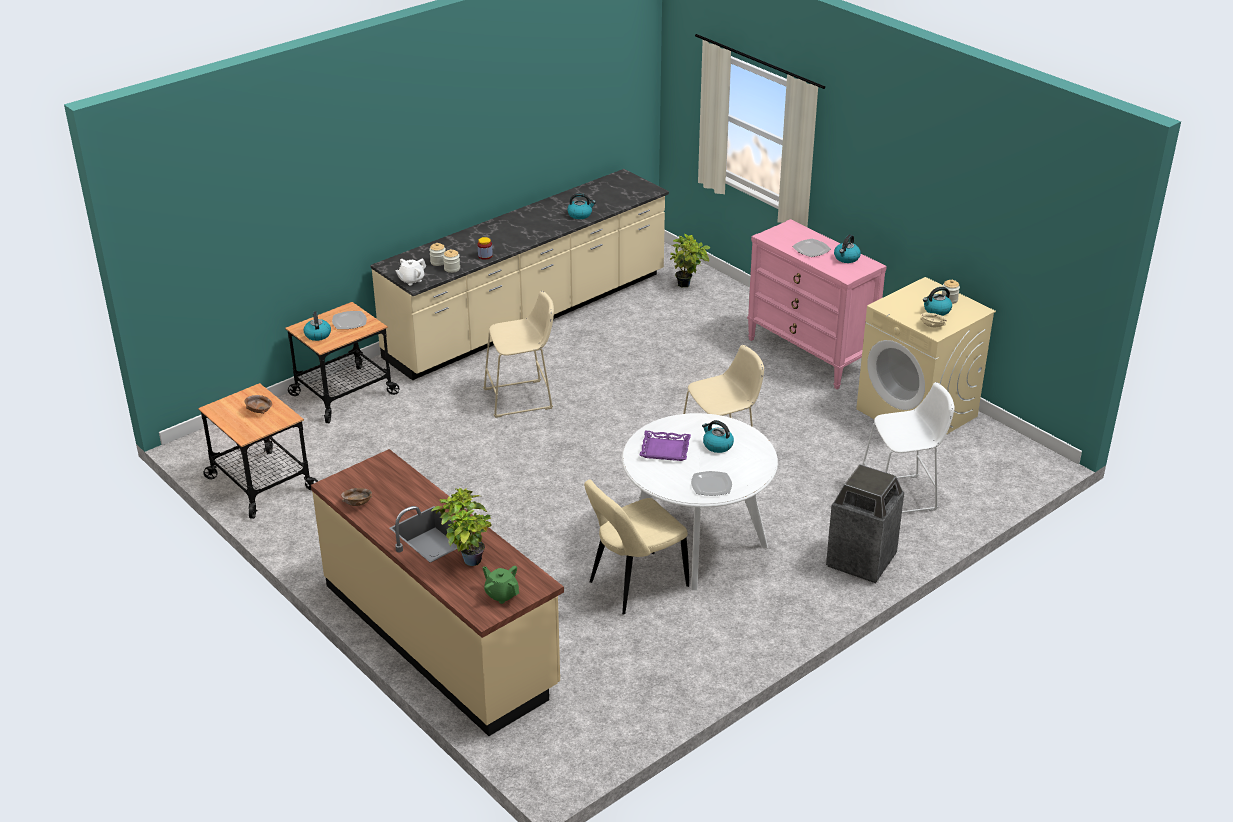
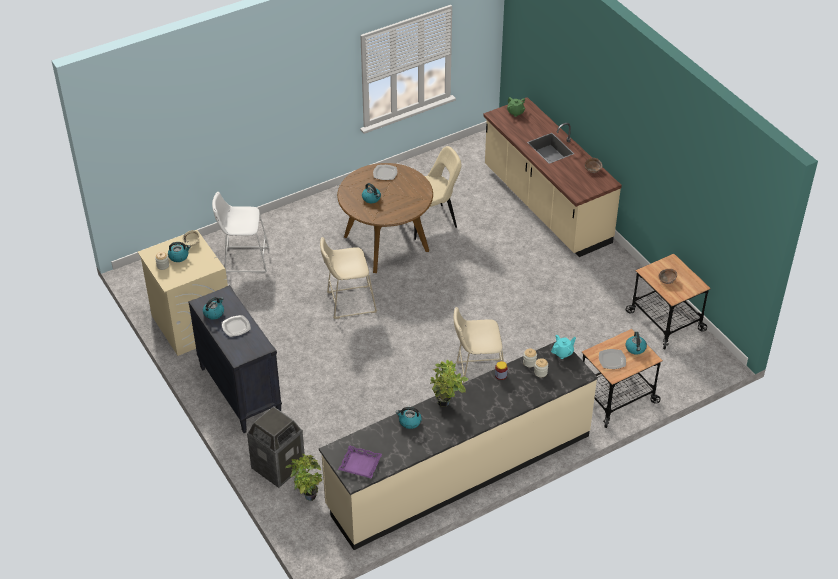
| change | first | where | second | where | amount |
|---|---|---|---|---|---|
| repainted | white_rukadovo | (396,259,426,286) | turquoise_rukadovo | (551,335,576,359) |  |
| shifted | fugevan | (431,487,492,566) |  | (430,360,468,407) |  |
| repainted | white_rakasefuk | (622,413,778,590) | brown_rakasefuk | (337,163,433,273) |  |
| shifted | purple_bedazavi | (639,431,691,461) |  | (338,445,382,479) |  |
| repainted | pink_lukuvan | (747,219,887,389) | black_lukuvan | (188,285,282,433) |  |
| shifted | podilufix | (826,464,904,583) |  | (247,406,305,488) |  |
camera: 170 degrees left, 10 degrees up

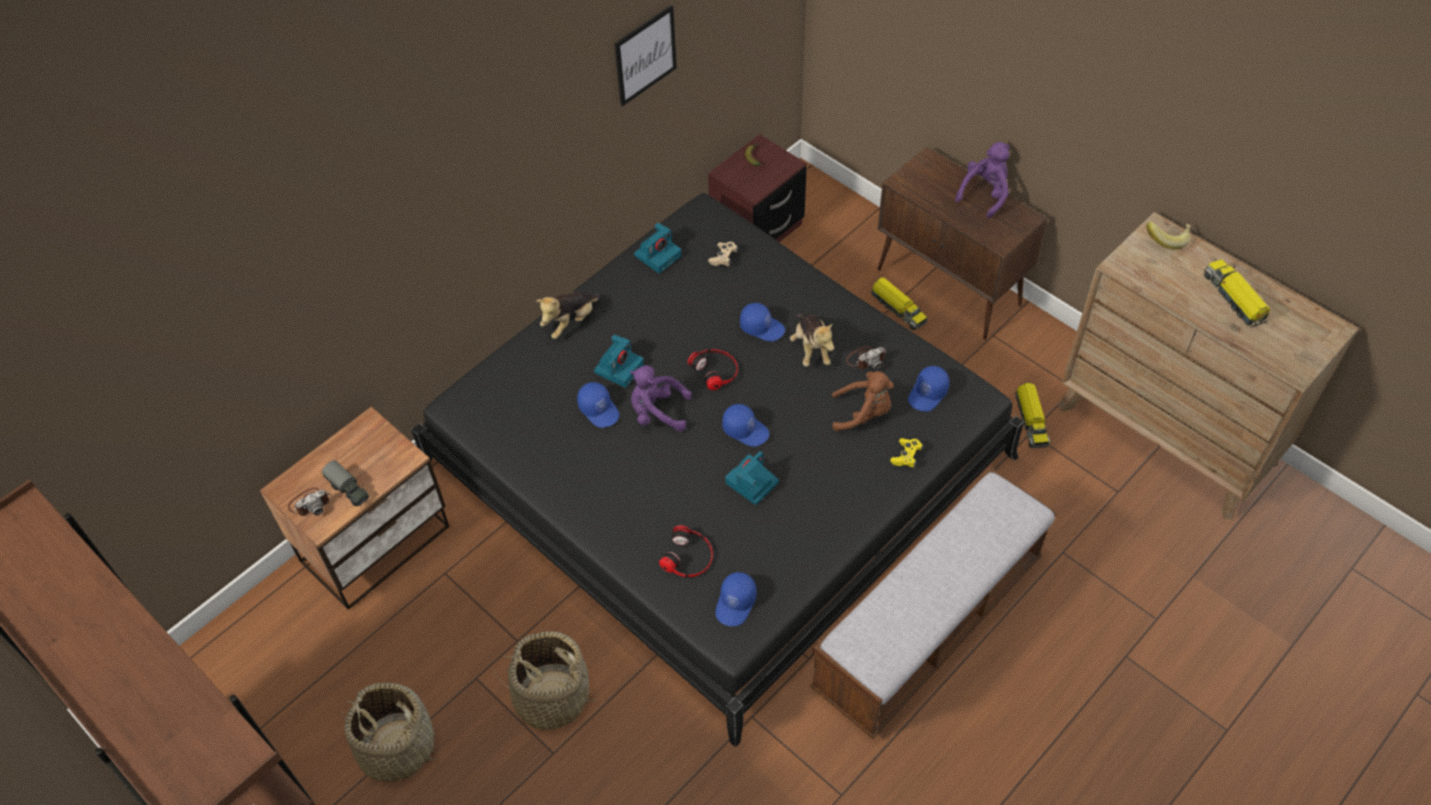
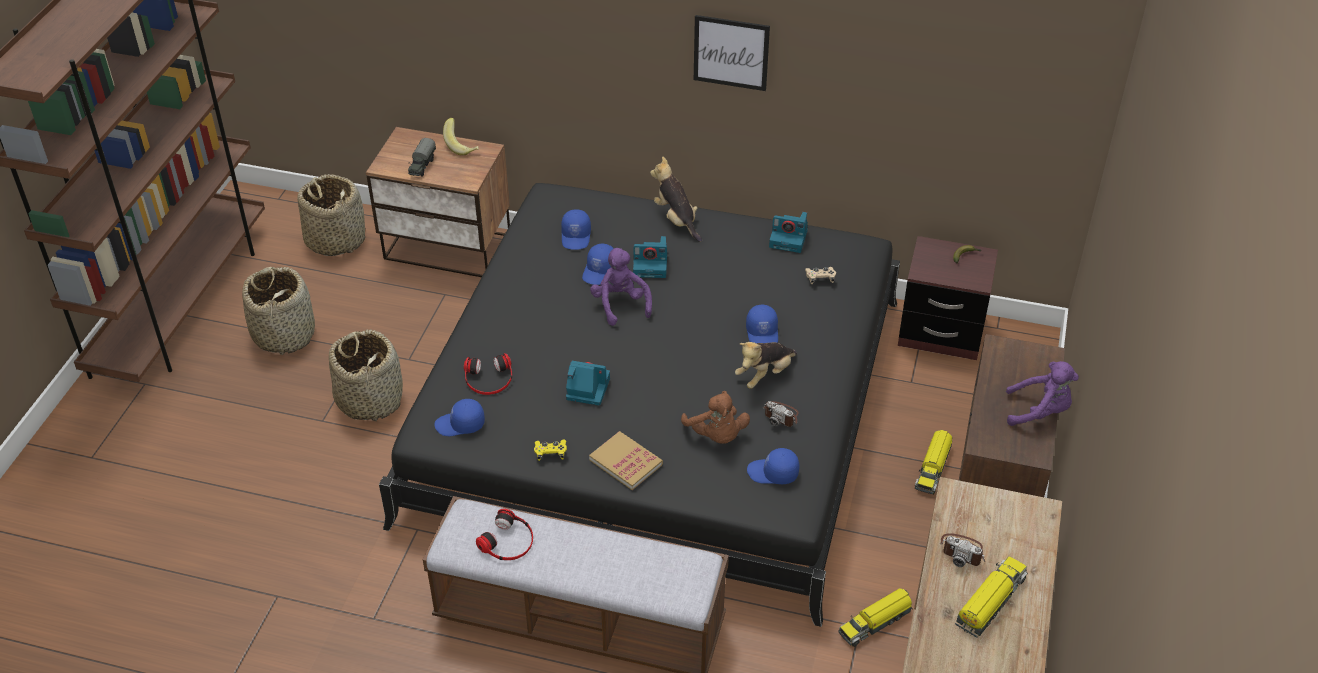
| change | first | where | second | where | amount |
|---|---|---|---|---|---|
| shifted | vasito | (288,488,331,516) |  | (940,533,985,567) |  |
| rotated | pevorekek | (536,292,600,339) |  | (650,156,702,242) | 45 degrees clockwise |
| shifted | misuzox | (614,5,677,106) |  | (694,15,770,91) |  |
| shifted | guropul | (688,349,738,390) |  | (476,509,533,560) |  |
| shifted | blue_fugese | (722,404,769,447) |  | (561,209,591,250) |  |
| shifted | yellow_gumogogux | (890,438,923,468) |  | (534,440,567,461) |  |
| shifted | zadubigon | (1146,222,1191,250) |  | (443,118,479,156) |  |
| new |  |  | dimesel | (297,174,365,256) |  |
| new |  |  | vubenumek | (589,431,663,490) |  |
camera: 60 degrees right, 10 degrees down

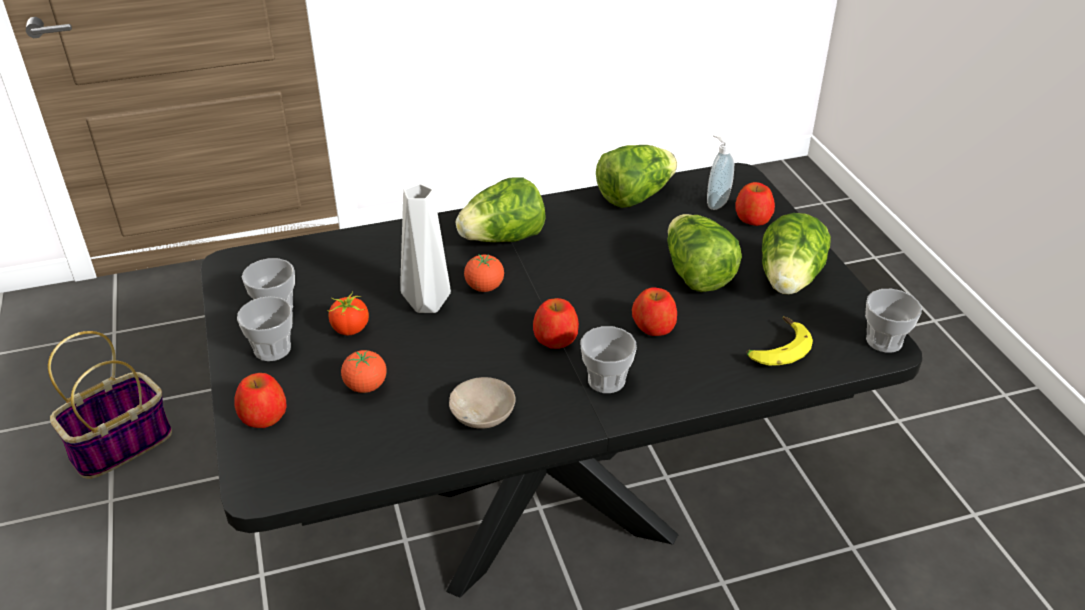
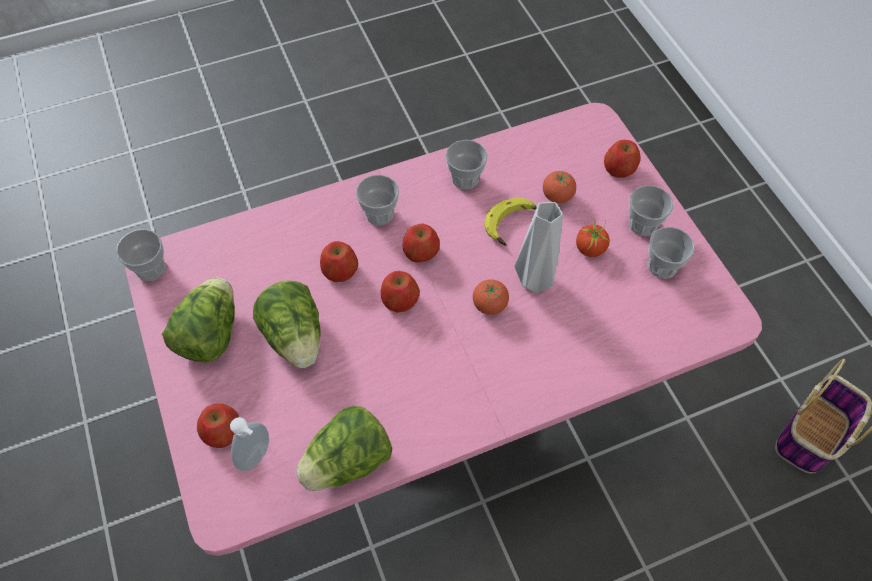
| change | first | where | second | where | amount |
|---|---|---|---|---|---|
| repainted | black_rakasefuk | (201,163,922,598) | pink_rakasefuk | (125,103,762,556) |  |
| swapped | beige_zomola | (449,377,516,429) | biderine | (446,140,487,190) |  |
| gone | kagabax | (456,177,546,242) |  |  |  |
| shifted | zadubigon | (746,316,813,365) |  | (484,197,536,246) |  |
| new |  |  | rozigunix | (381,271,420,313) |  |
camera: 175 degrees right, 20 degrees up

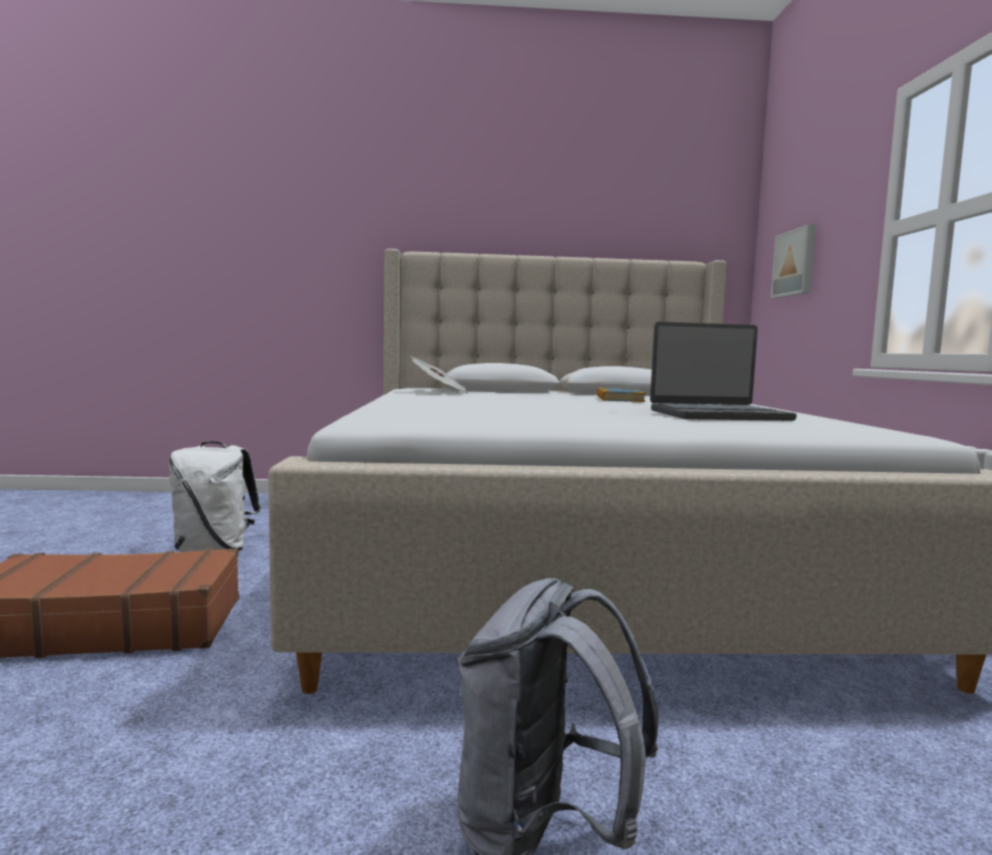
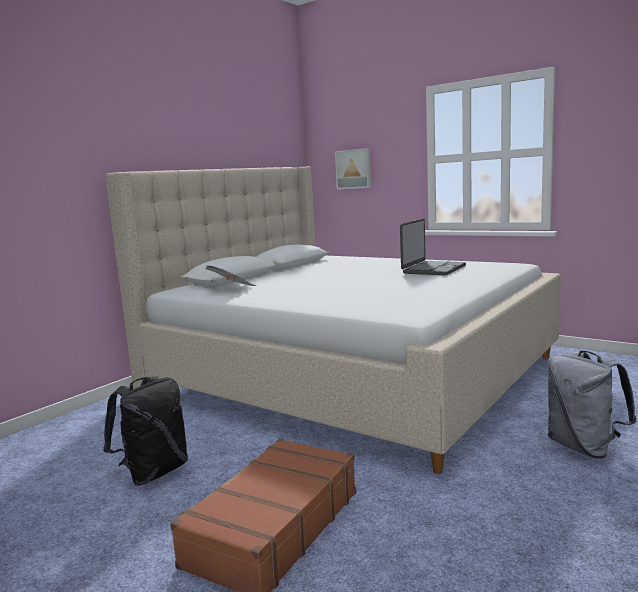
| change | first | where | second | where | amount |
|---|---|---|---|---|---|
| repainted | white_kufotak | (169,441,261,552) | black_kufotak | (103,376,188,486) |  |
| gone | vubenumek | (597,388,646,402) |  |  |  |
camera: 50 degrees left, 5 degrees up

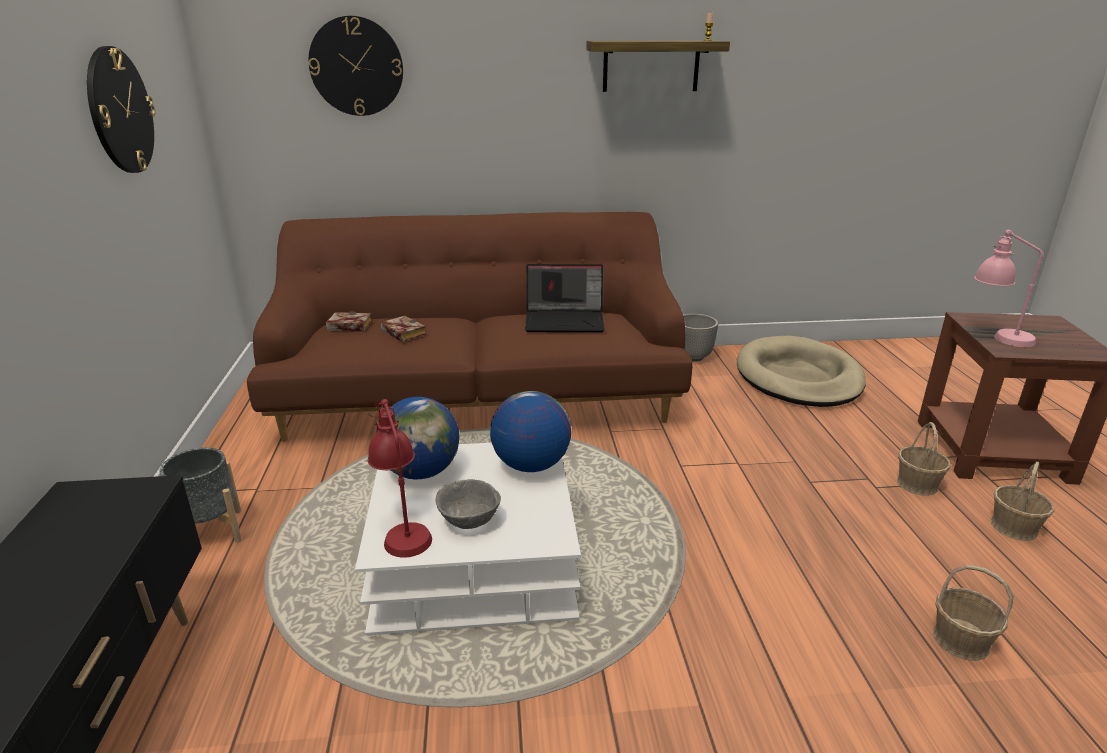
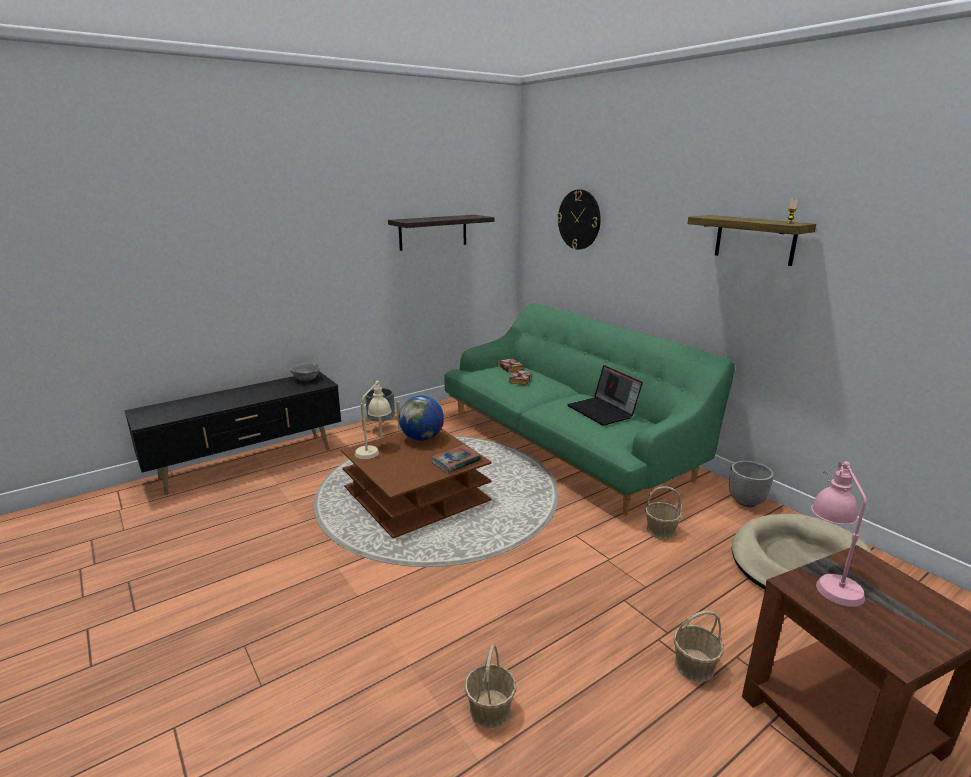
| change | first | where | second | where | amount |
|---|---|---|---|---|---|
| swapped | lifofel | (87,46,156,173) | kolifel | (388,215,494,251) |  |
| repainted | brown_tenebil | (247,212,692,442) | green_tenebil | (444,303,735,516) |  |
| repainted | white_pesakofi | (355,443,581,636) | brown_pesakofi | (341,428,492,539) |  |
| repainted | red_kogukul | (368,399,432,558) | beige_kogukul | (355,381,391,459) |  |
| shifted | grey_zomola | (436,479,501,529) |  | (290,362,320,381) |  |
| swapped | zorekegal | (490,391,571,472) | vubenumek | (431,445,481,473) |  |
| shifted | dimesel | (991,461,1054,541) |  | (645,486,681,539) |  |
camera: 60 degrees right, 5 degrees down

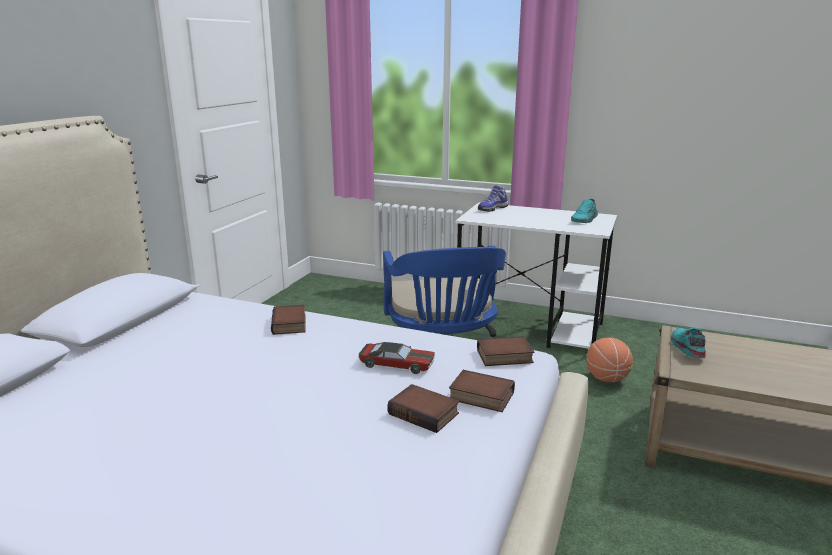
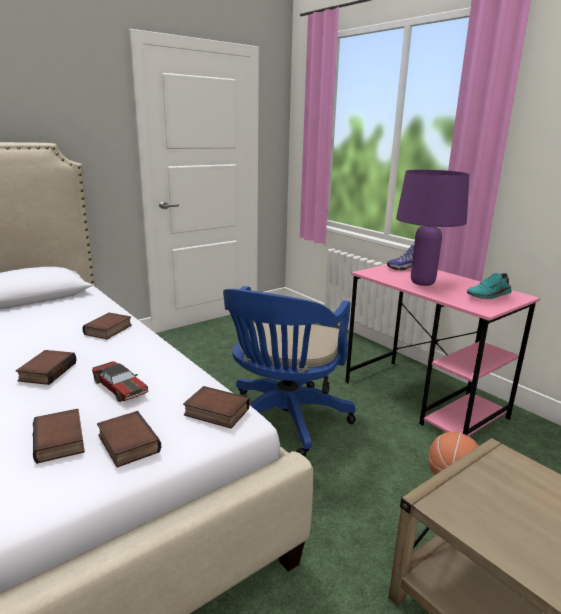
| change | first | where | second | where | amount |
|---|---|---|---|---|---|
| repainted | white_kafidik | (455,203,617,349) | pink_kafidik | (345,264,540,436) |  |
| gone | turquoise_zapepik | (670,328,706,358) |  |  |  |
| new |  |  | vubenumek | (16,350,77,385) |  |
| new |  |  | purple_kogukul | (396,169,469,286) |  |
camera: 30 degrees right, 0 degrees up

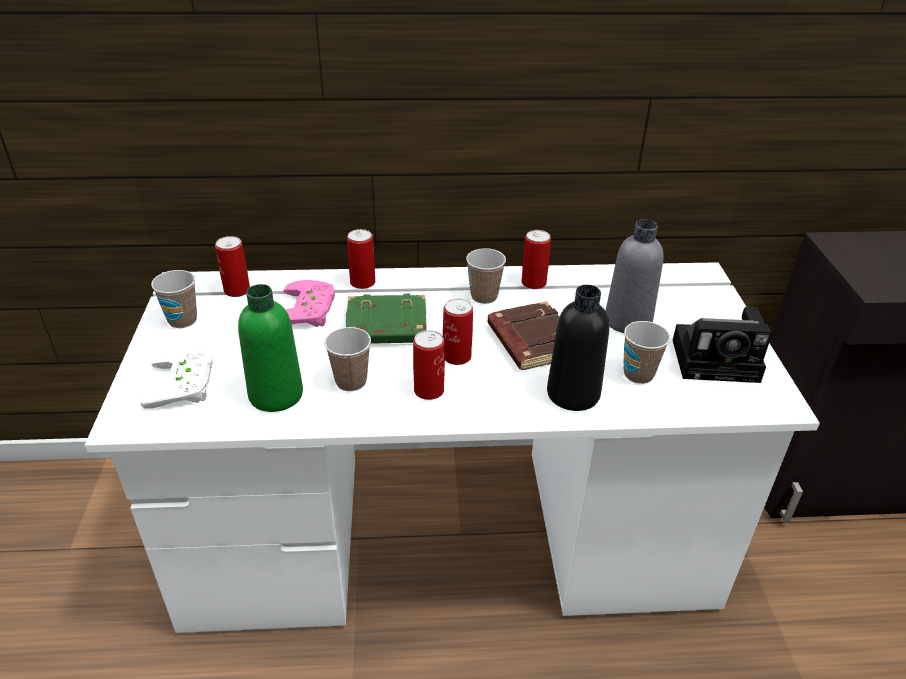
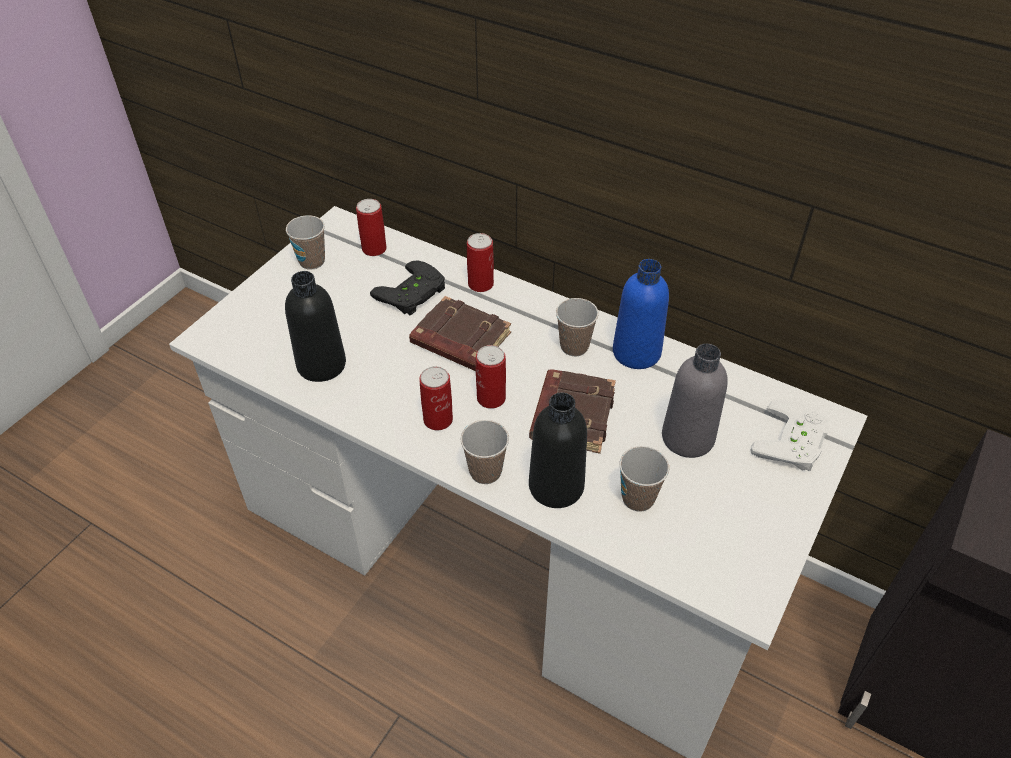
| change | first | where | second | where | amount |
|---|---|---|---|---|---|
| shifted | white_gumogogux | (141,348,213,409) |  | (750,400,829,471) |  |
| repainted | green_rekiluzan | (238,284,303,412) | black_rekiluzan | (285,271,346,382) |  |
| repainted | pink_gumogogux | (283,280,335,327) | black_gumogogux | (370,260,445,315) |  |
| shifted | biderine | (324,327,371,391) |  | (461,420,509,484) |  |
| repainted | green_vubenumek | (346,294,427,344) | brown_vubenumek | (409,296,511,371) |  |
| swapped | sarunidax | (522,230,551,289) | blue_rekiluzan | (613,259,669,369) |  |
| gone | vasito | (673,307,772,383) |  |  |  |
camera: 35 degrees right, 10 degrees up

